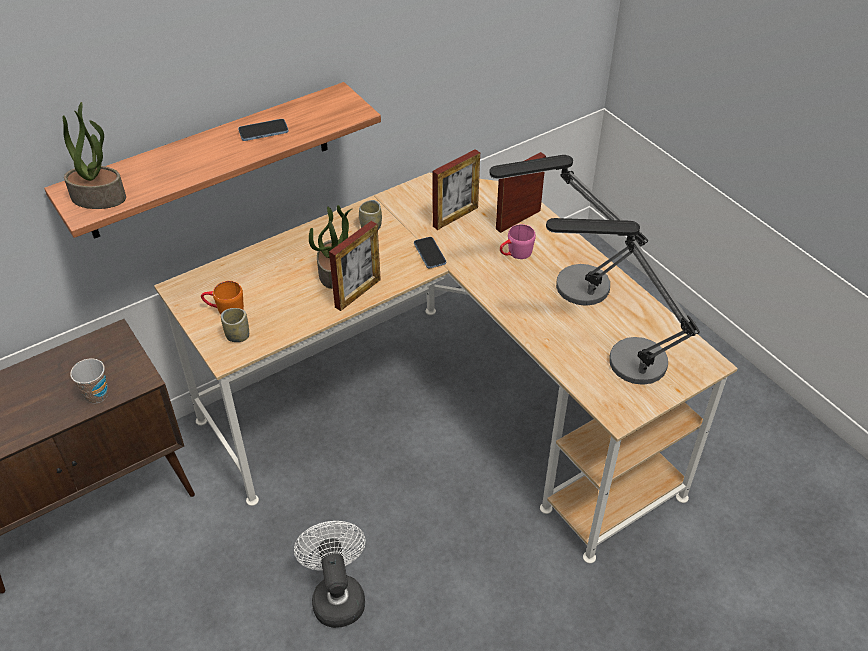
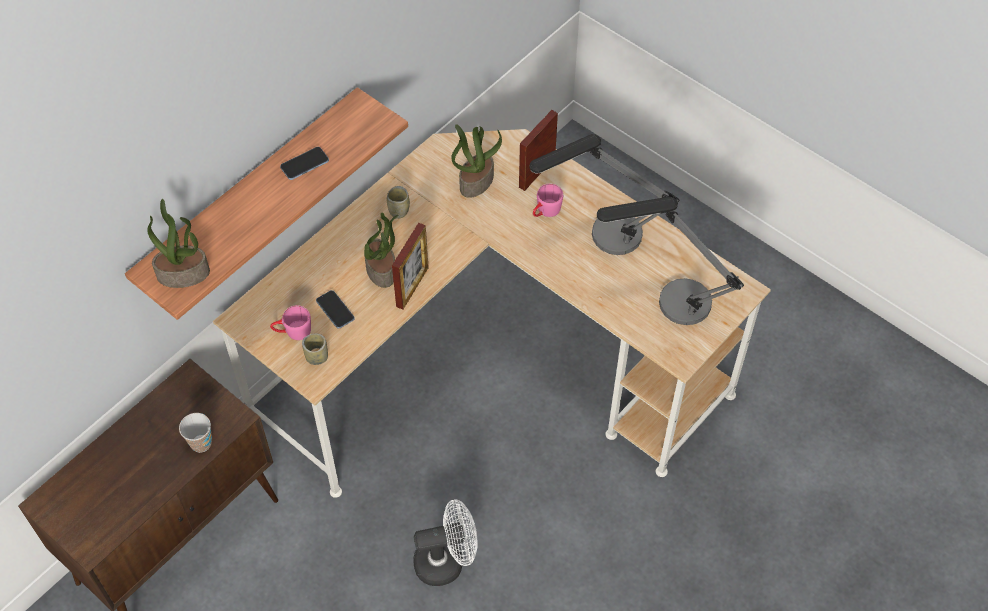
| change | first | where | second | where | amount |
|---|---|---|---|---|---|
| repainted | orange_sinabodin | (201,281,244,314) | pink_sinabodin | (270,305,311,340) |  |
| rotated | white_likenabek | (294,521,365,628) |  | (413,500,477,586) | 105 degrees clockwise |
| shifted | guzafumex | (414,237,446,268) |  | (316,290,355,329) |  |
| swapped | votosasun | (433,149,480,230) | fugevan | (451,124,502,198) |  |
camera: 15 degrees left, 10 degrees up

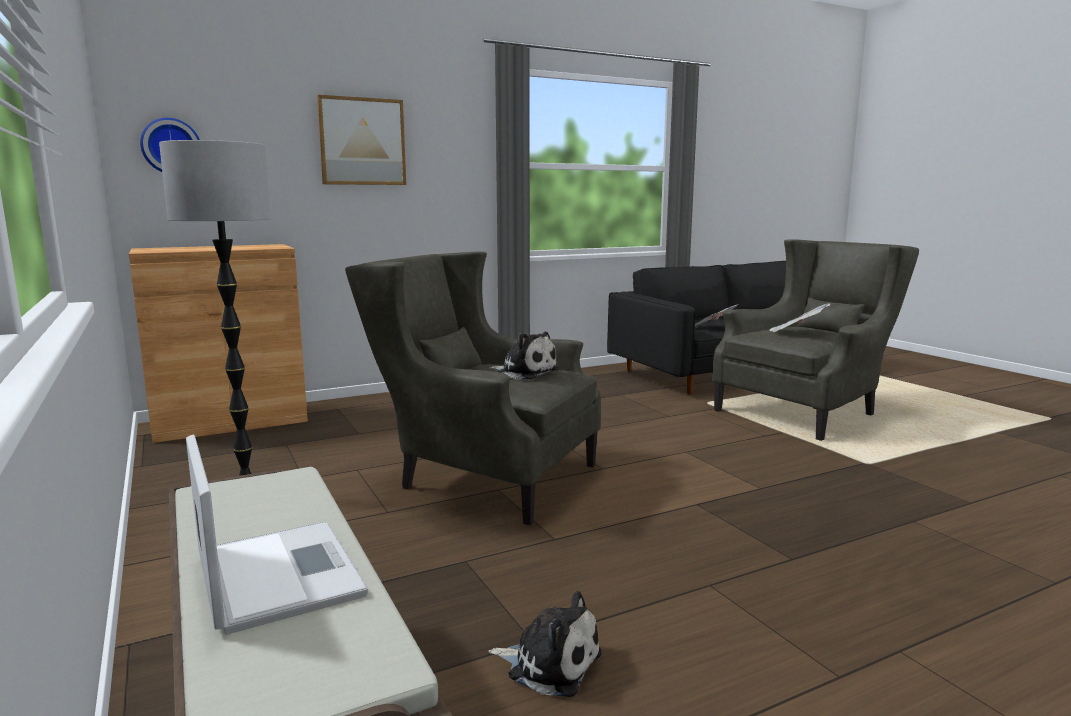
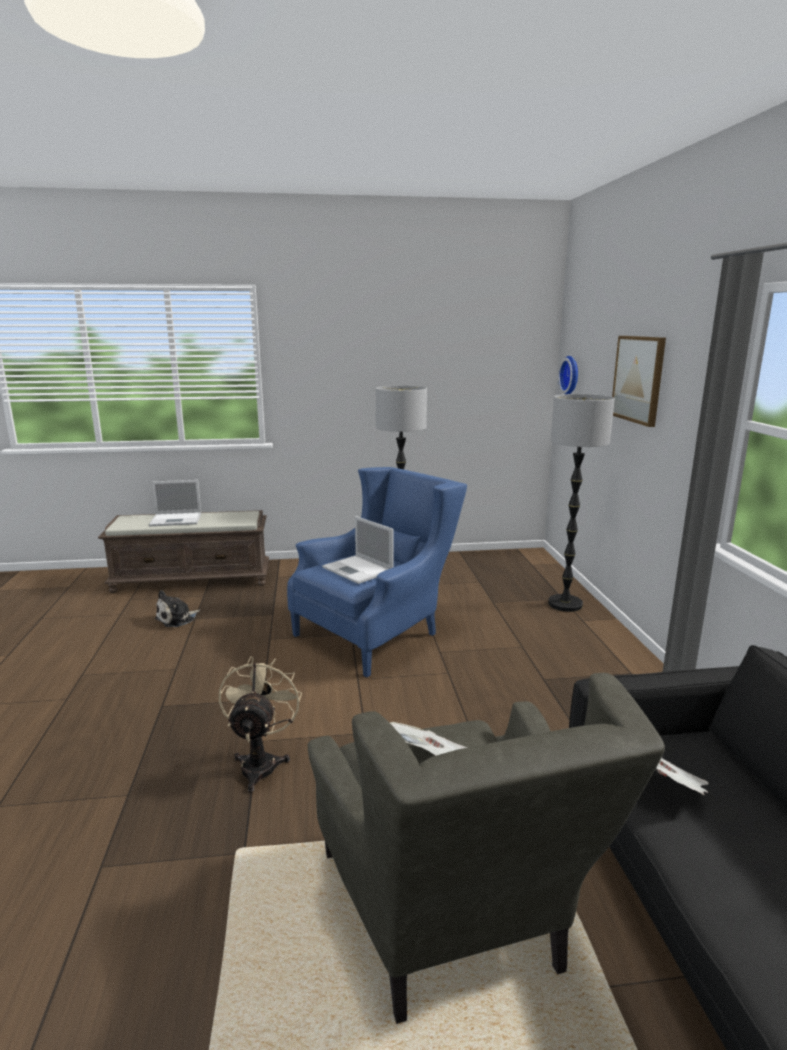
| change | first | where | second | where | amount |
|---|---|---|---|---|---|
| gone | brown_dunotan | (129,244,308,443) |  |  |  |
| repainted | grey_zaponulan | (345,251,601,525) | blue_zaponulan | (287,467,467,677) |  |
| swapped | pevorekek | (489,332,559,379) | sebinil | (322,516,393,584) |  |
| new |  |  | beige_likenabek | (219,656,302,793) |  |
| new |  |  | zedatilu | (548,394,615,612) |  |
camera: 110 degrees right, 5 degrees up

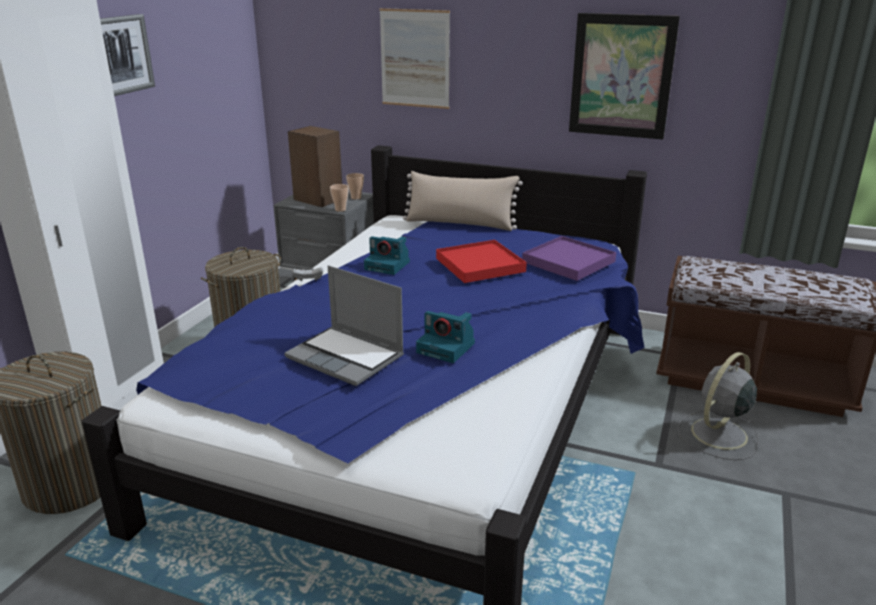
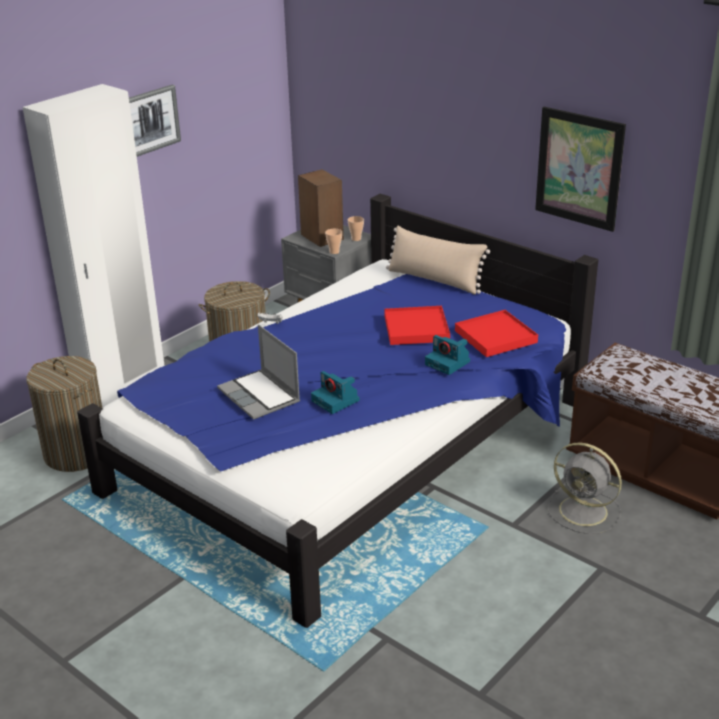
| change | first | where | second | where | amount |
|---|---|---|---|---|---|
| shifted | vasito | (364,236,410,275) |  | (425,335,470,375) |  |
| gone | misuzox | (379,8,450,109) |  |  |  |
| repainted | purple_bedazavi | (522,236,616,281) | red_bedazavi | (455,310,538,357) |  |
| rotated | grey_likenabek | (678,352,758,460) |  | (548,443,622,534) | 120 degrees counterclockwise |
camera: 20 degrees right, 5 degrees up

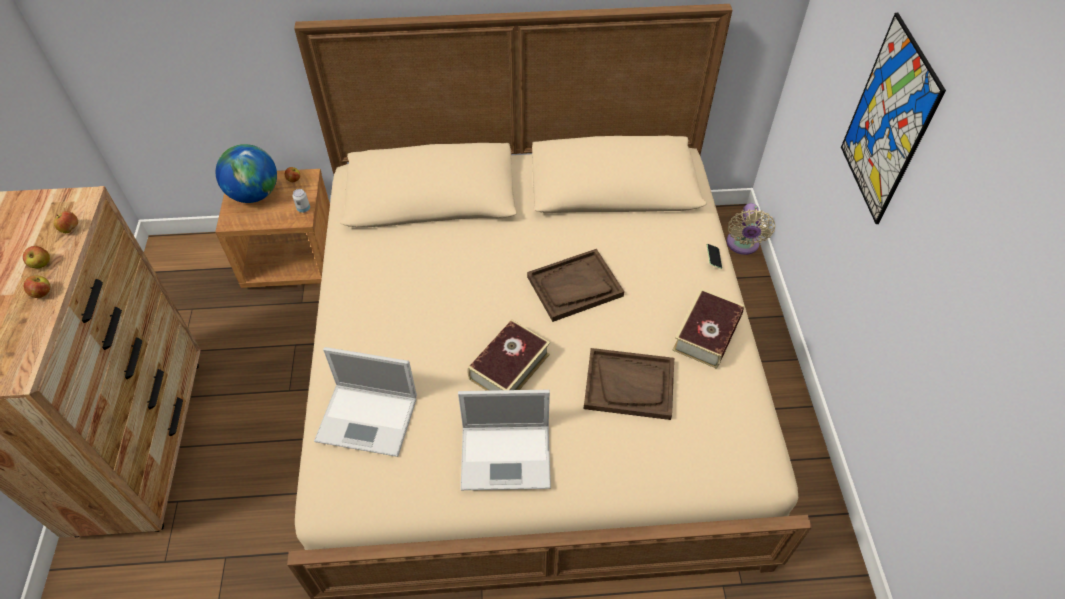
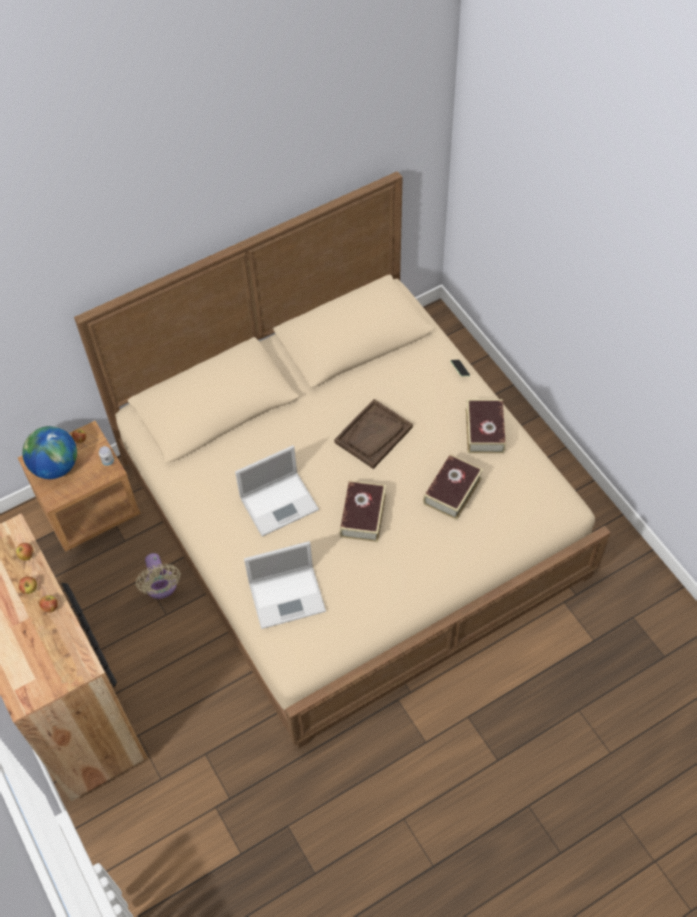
| change | first | where | second | where | amount |
|---|---|---|---|---|---|
| shifted | sebinil | (458,390,551,490) |  | (235,445,319,537) |  |
| swapped | brown_bedazavi | (584,348,674,420) | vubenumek | (423,454,483,520) |  |
| shifted | beige_likenabek | (727,203,775,255) |  | (136,553,181,599) |  |
| gone | misuzox | (841,13,946,224) |  |  |  |
camera: 25 degrees left, 5 degrees up

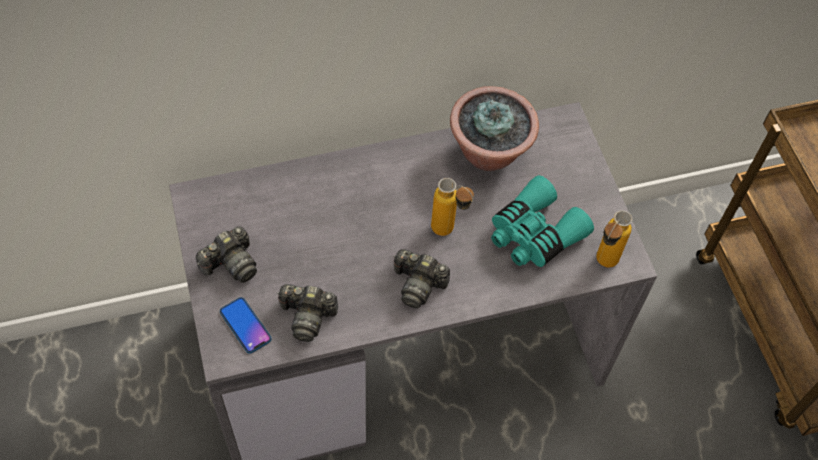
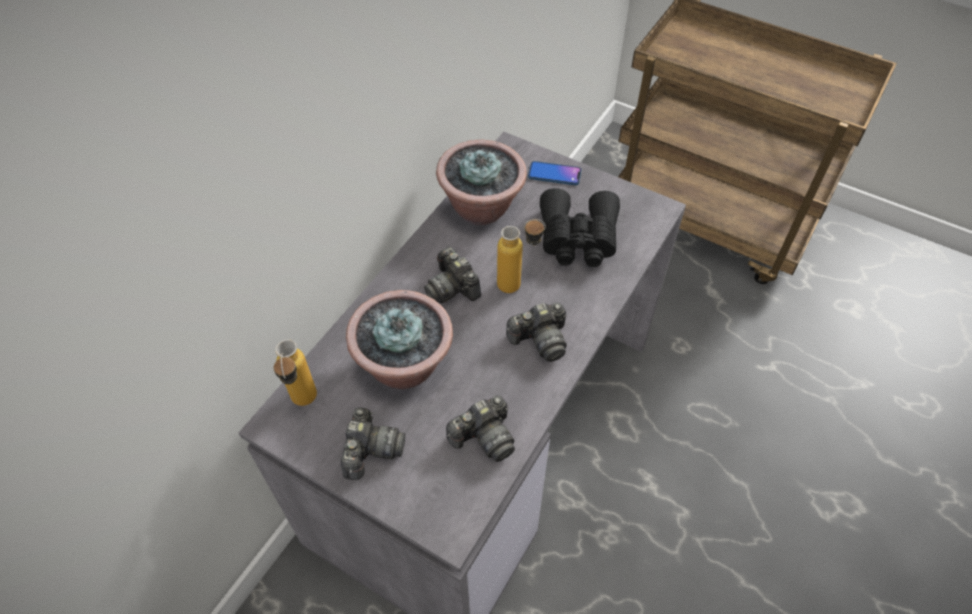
| change | first | where | second | where | amount |
|---|---|---|---|---|---|
| shifted | guzafumex | (220,297,271,354) |  | (528,161,581,185) |  |
| repainted | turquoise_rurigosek | (491,175,594,267) | black_rurigosek | (540,188,620,267) |  |
| shifted | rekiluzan | (596,210,633,268) |  | (274,339,317,406) |  |
| new |  |  | fugevan | (346,290,453,389) |  |
| new |  |  | vasito | (424,247,481,304) |  |
camera: 40 degrees left, 5 degrees down

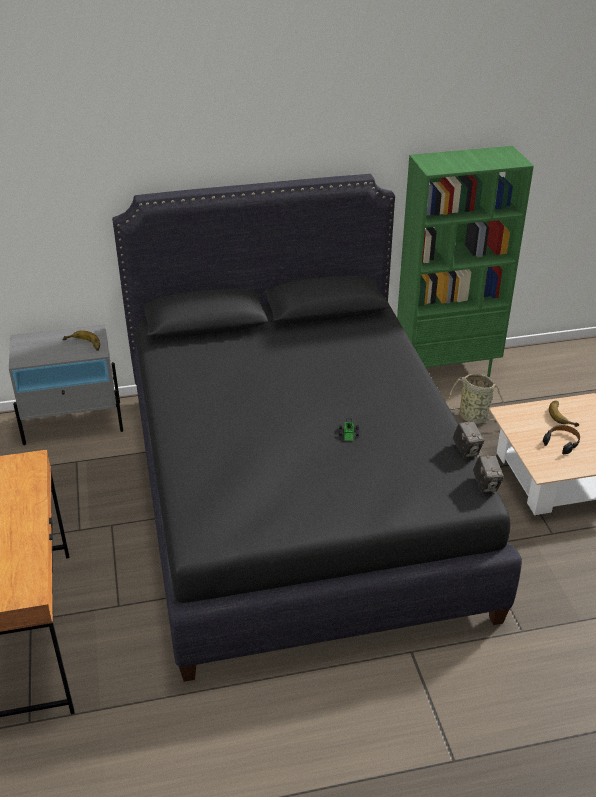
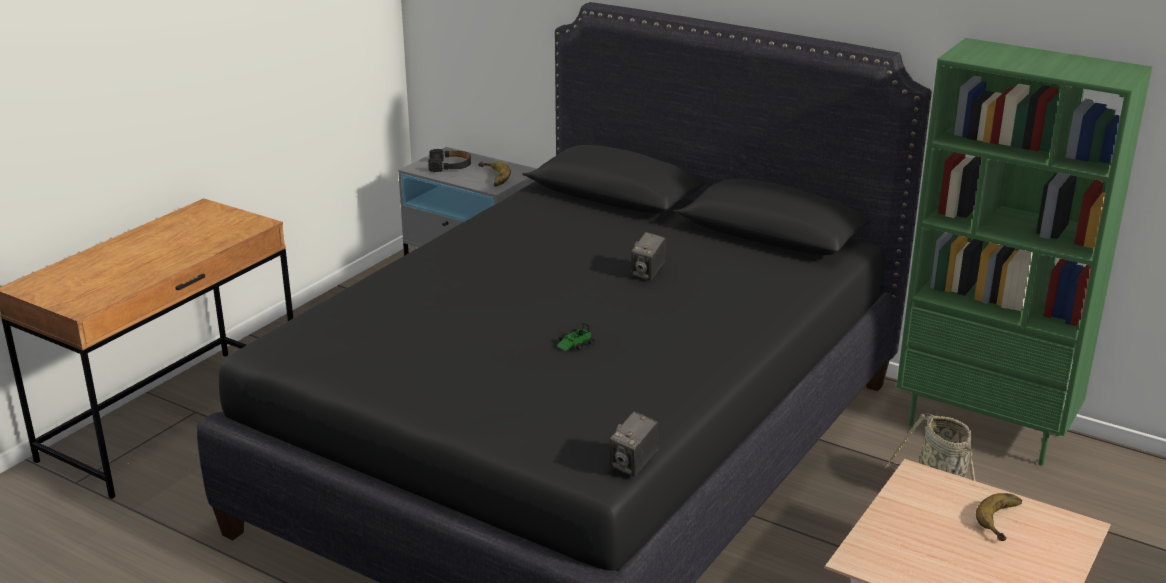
| change | first | where | second | where | amount |
|---|---|---|---|---|---|
| shifted | vasito | (453,421,484,458) |  | (631,232,666,281) |  |
| shifted | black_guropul | (543,425,580,454) |  | (428,149,471,172) |  |
camera: 45 degrees right, 10 degrees down

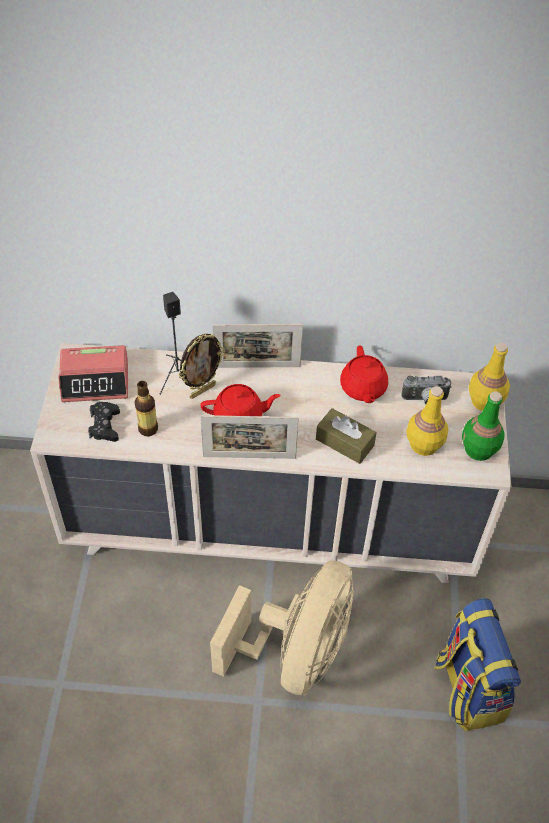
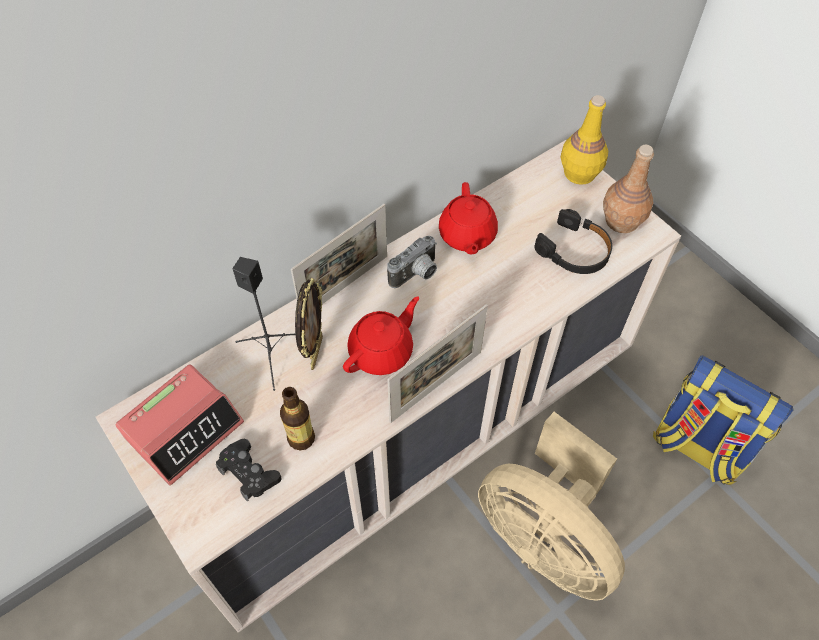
| change | first | where | second | where | amount |
|---|---|---|---|---|---|
| rotated | beige_likenabek | (210,561,353,696) |  | (478,412,625,601) | 150 degrees clockwise |
| gone | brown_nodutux | (316,408,377,464) |  |  |  |
| rotated | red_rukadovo | (340,345,388,403) |  | (439,182,498,254) | 45 degrees clockwise |
| shifted | vasito | (401,376,452,405) |  | (387,236,437,288) |  |
| swapped | yellow_rekiluzan | (406,386,448,456) | black_guropul | (534,209,612,274) |  |
| repainted | green_rekiluzan | (462,391,505,461) | brown_rekiluzan | (603,145,654,233) |  |
camera: 40 degrees left, 5 degrees up

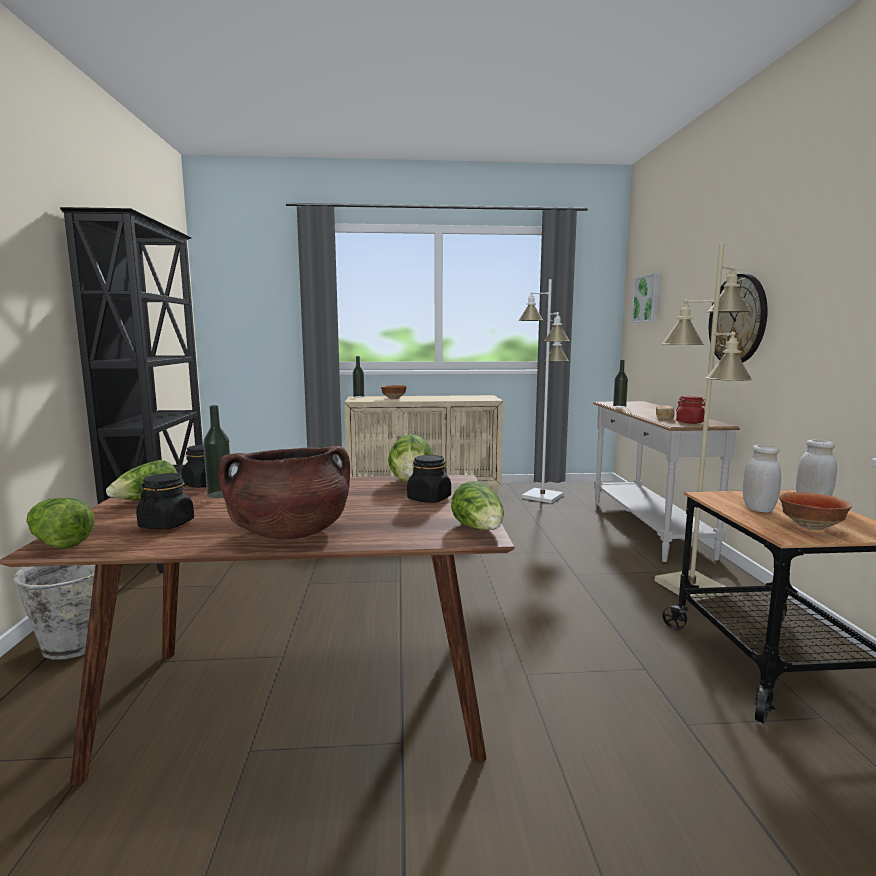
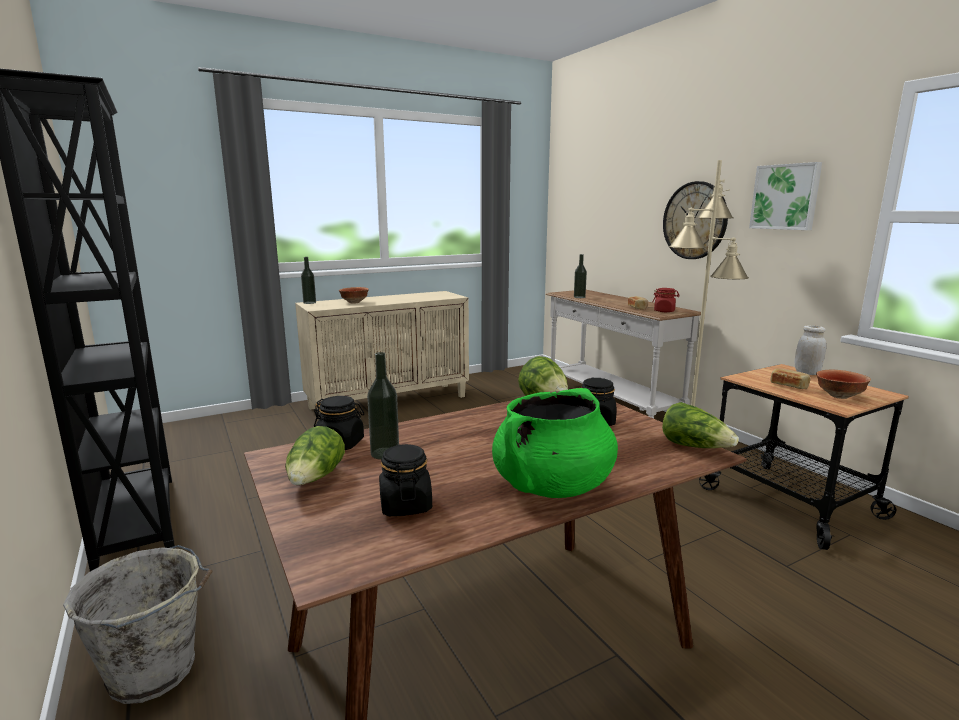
| change | first | where | second | where | amount |
|---|---|---|---|---|---|
| gone | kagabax | (26,498,95,549) |  |  |  |
| repainted | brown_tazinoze | (218,446,350,539) | green_tazinoze | (492,388,618,498) |  |
| gone | white_zedatilu | (518,279,569,503) |  |  |  |
| shifted | misuzox | (631,273,660,323) |  | (749,162,822,230) |  |
| swapped | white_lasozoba | (743,445,781,512) | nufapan | (771,368,810,389) |  |
camera: 25 degrees left, 5 degrees up

